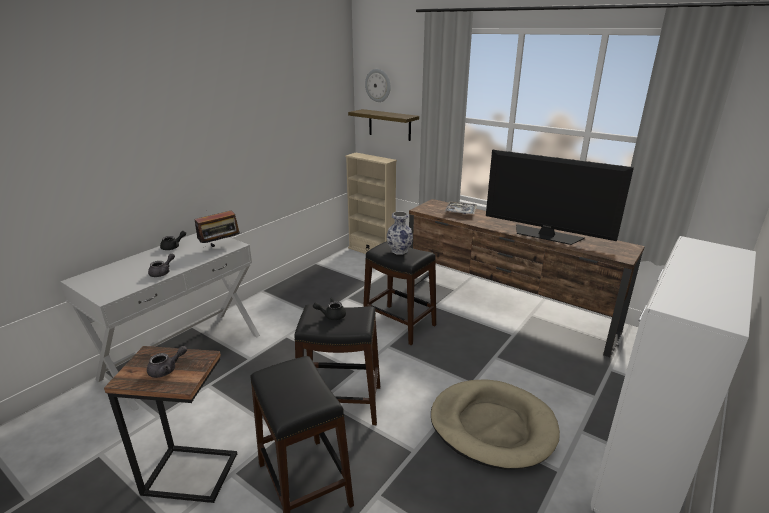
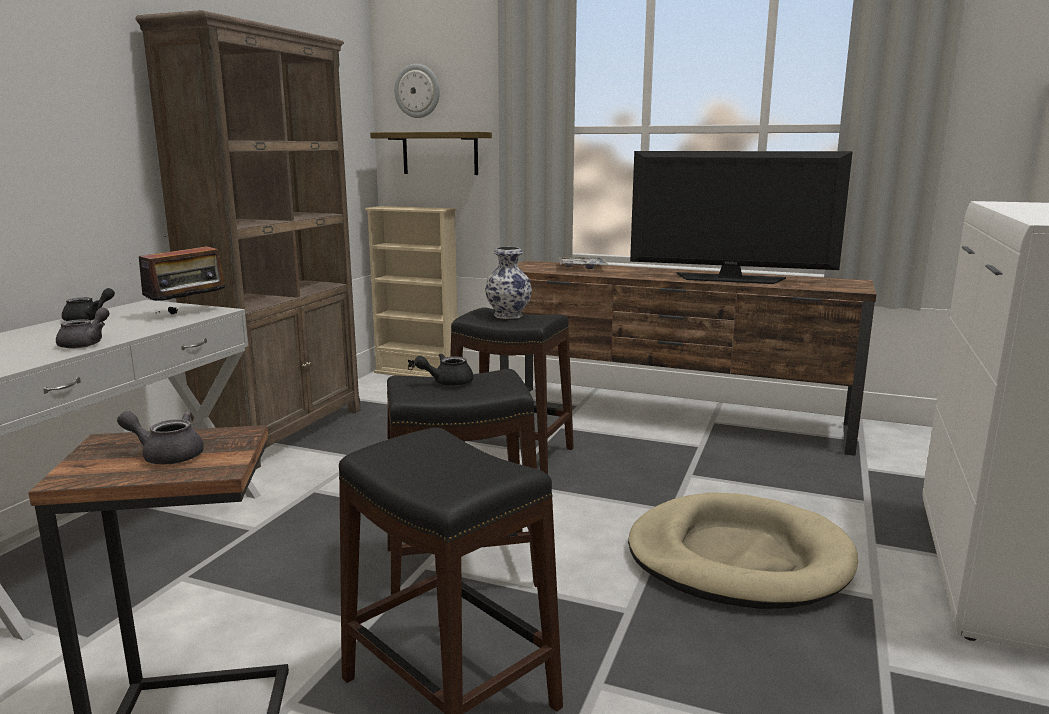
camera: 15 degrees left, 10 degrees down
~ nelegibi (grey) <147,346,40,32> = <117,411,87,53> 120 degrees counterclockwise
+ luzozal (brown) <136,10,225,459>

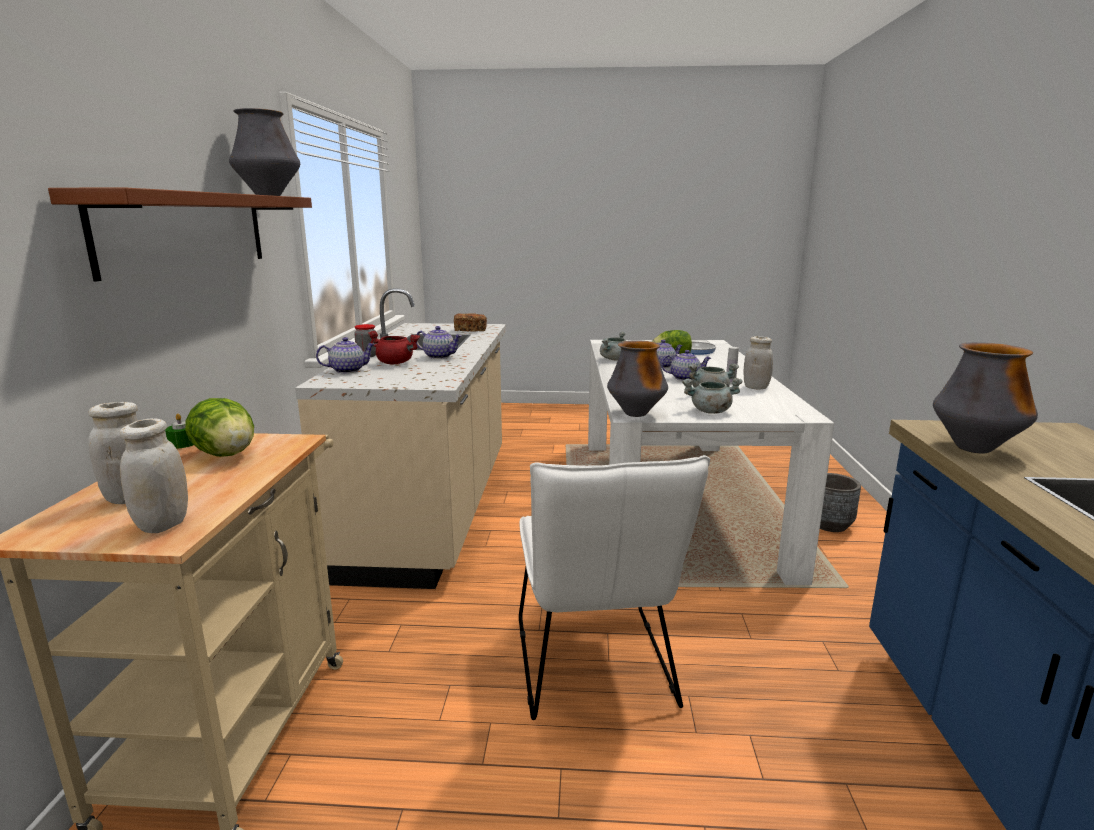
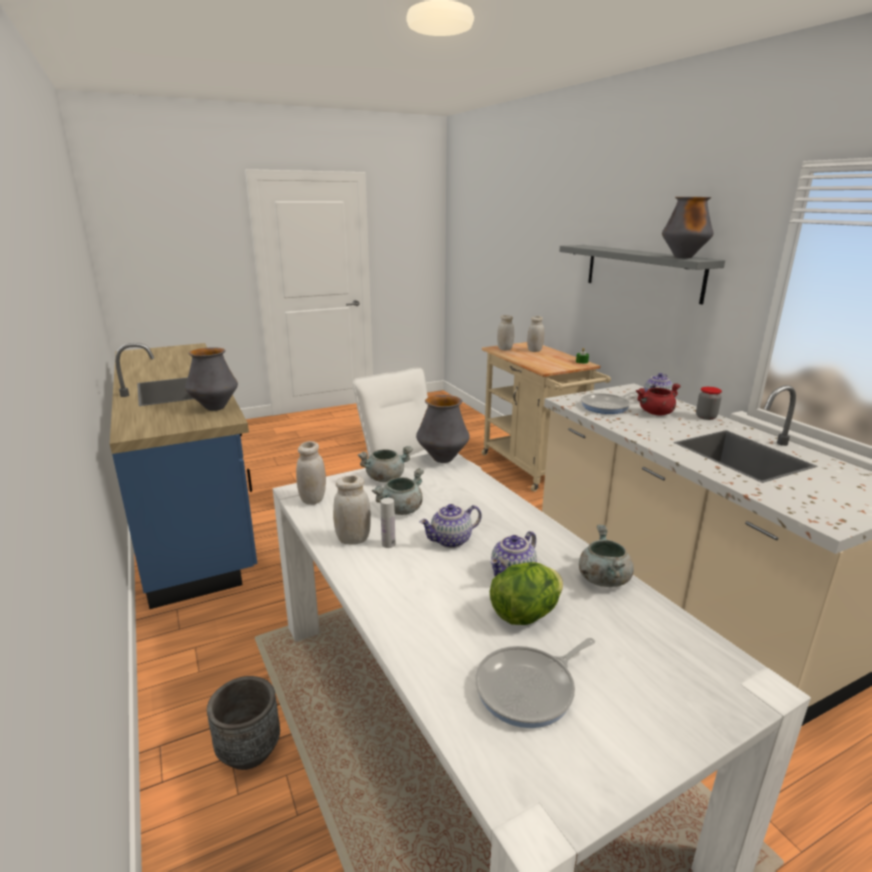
camera: 150 degrees right, 5 degrees up
~ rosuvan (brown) <48,188,264,94> to rosuvan (grey) <559,245,166,59>
- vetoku <185,398,69,59>
- nelegibi <416,326,46,33>
- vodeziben <454,313,33,19>
+ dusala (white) <296,441,30,64>
+ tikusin <581,391,56,23>

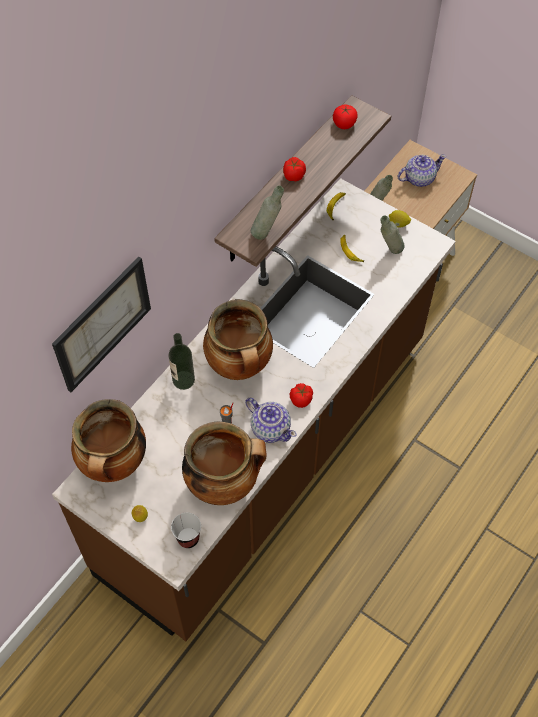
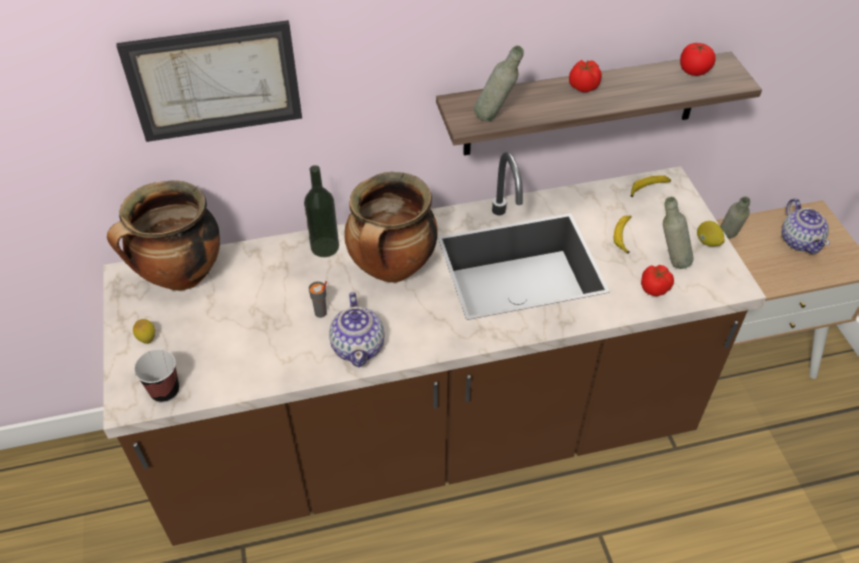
camera: 40 degrees right, 10 degrees down
- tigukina <182,422,85,83>
~ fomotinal <290,383,23,25> to <641,265,33,31>
~ nelegibi <397,155,49,32> = <782,198,48,56> 60 degrees clockwise

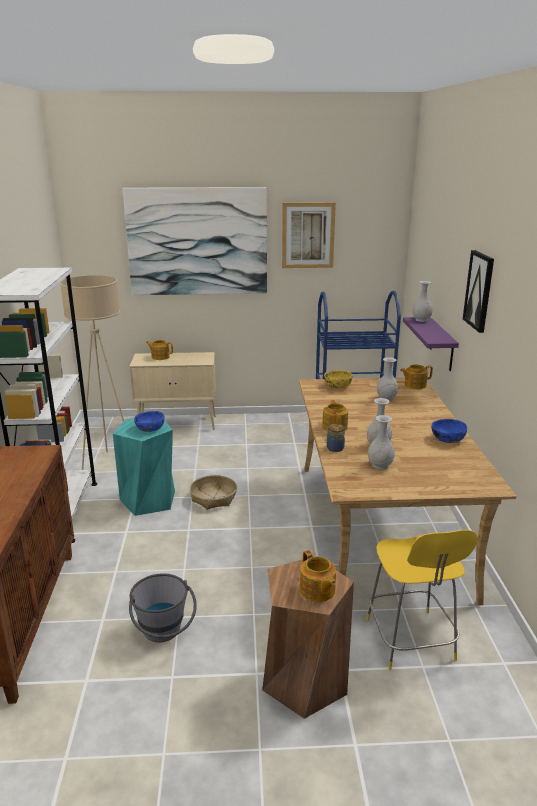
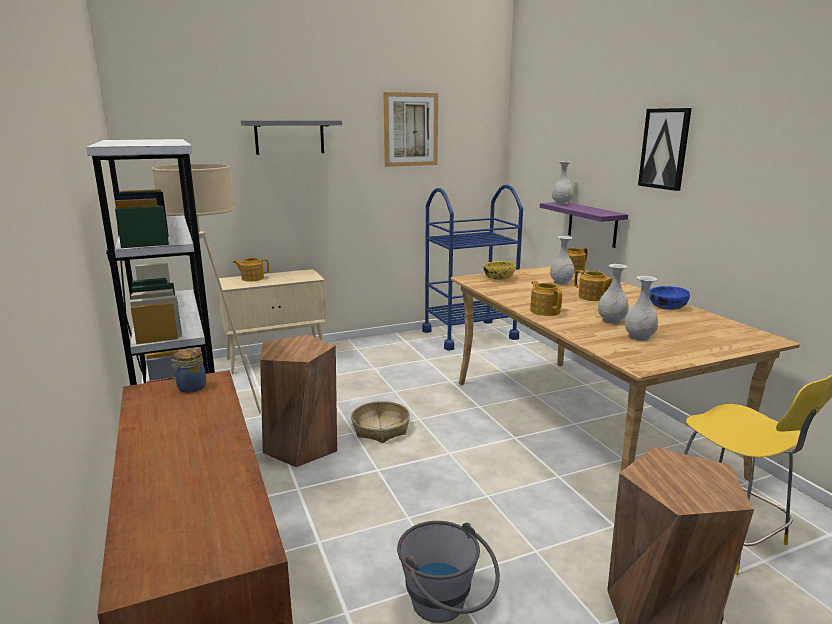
camera: 20 degrees left, 5 degrees down
~ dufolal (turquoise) <113,418,62,98> to dufolal (brown) <260,335,77,132>
~ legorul <123,187,144,108> to rosuvan (grey) <241,120,101,35>
- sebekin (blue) <134,411,31,21>
~ nelegibi <300,550,36,52> to <574,270,39,31>
~ dusala <325,424,20,28> to <171,348,35,45>

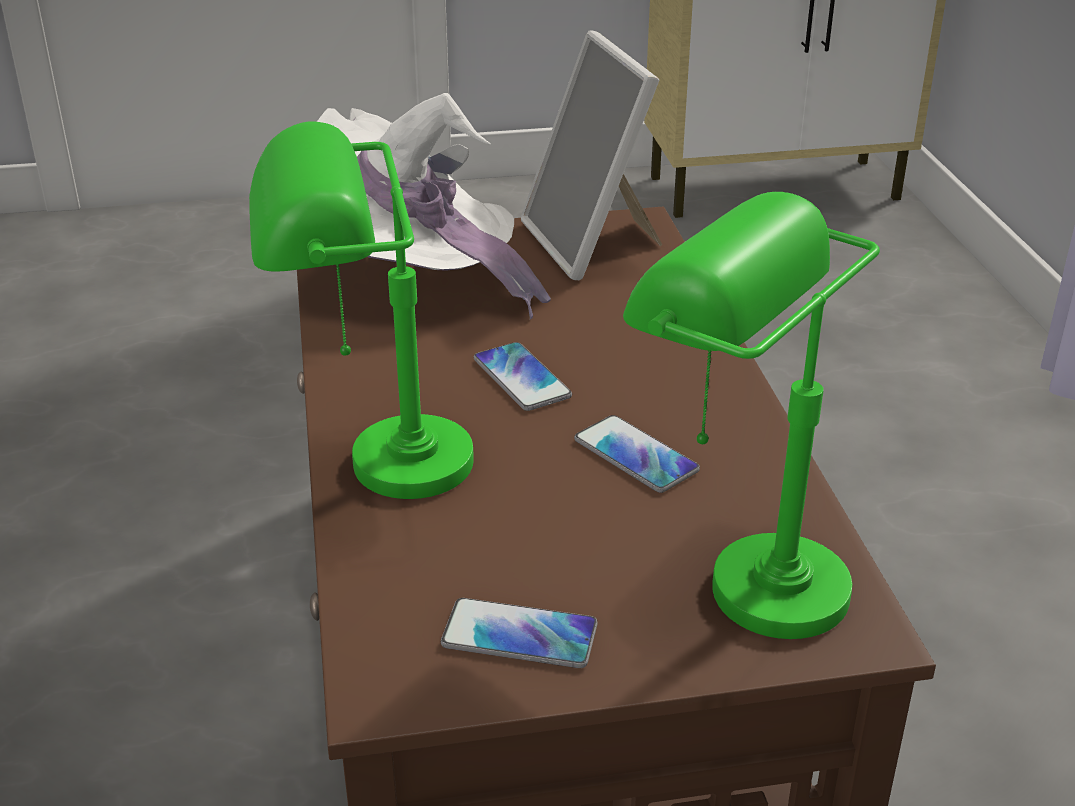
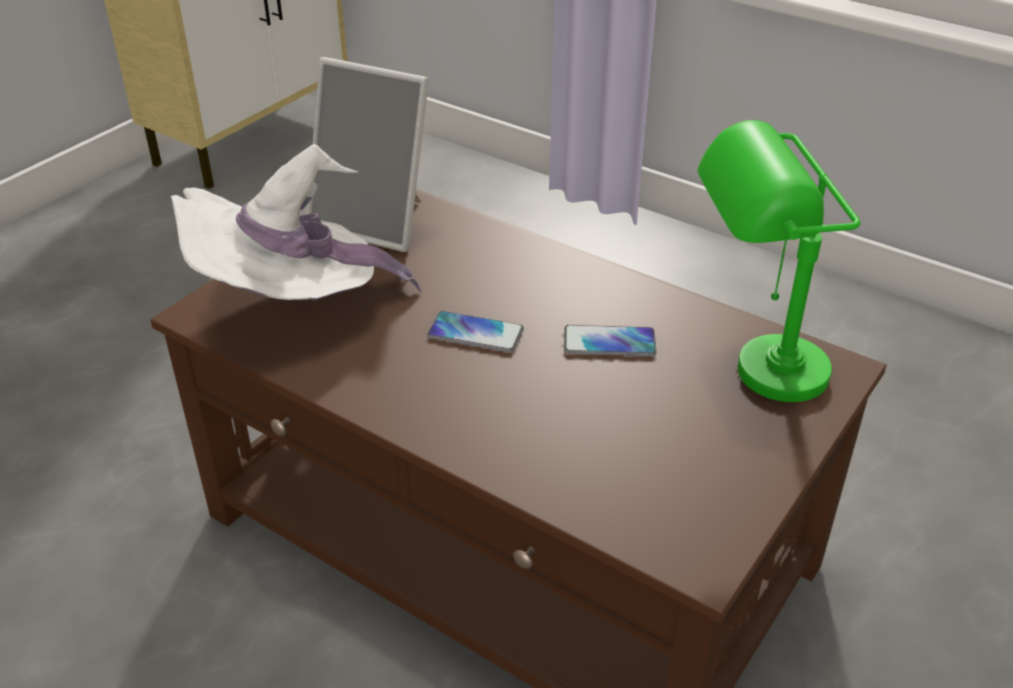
camera: 45 degrees left, 5 degrees up
- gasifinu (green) <249,122,225,377>
- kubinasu <441,598,157,70>

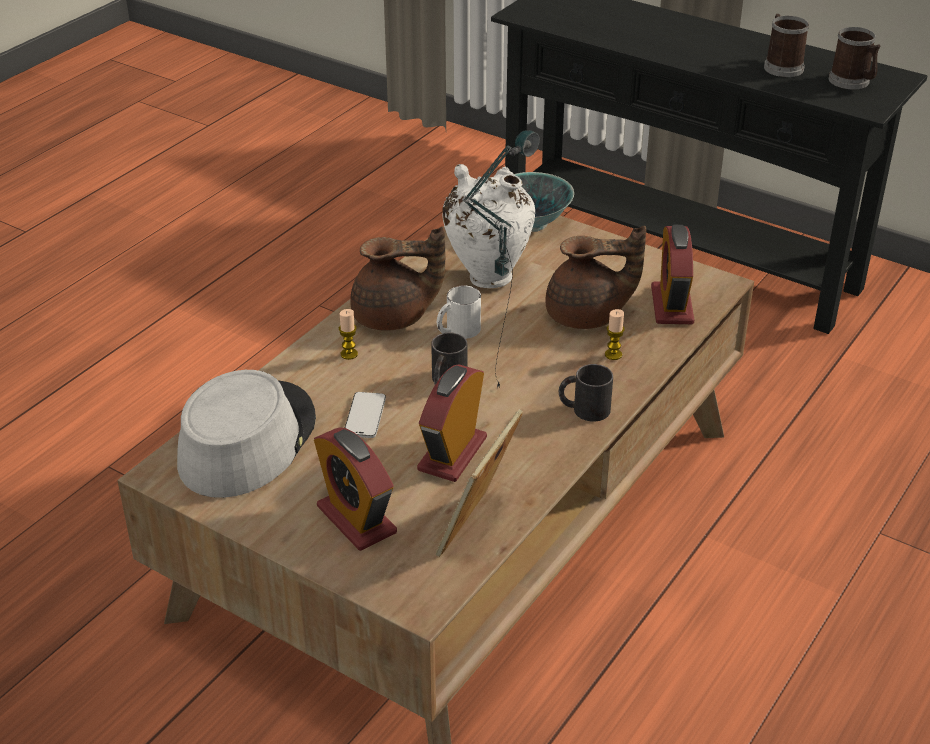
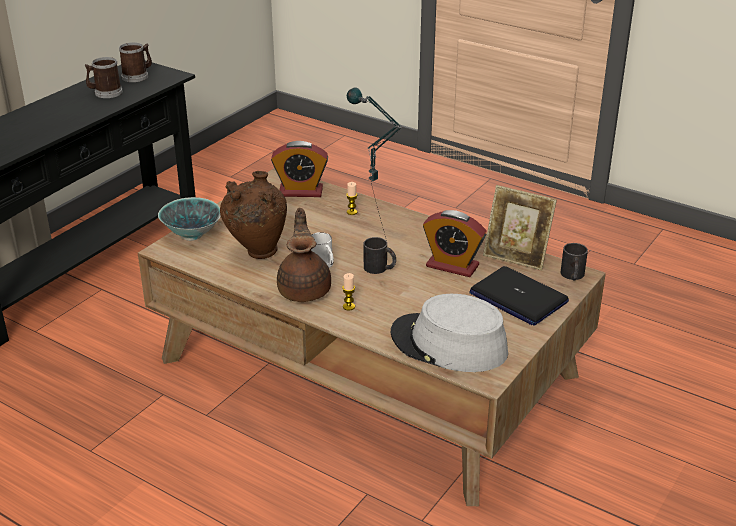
camera: 90 degrees left, 5 degrees down
~ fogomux <314,427,83,124> to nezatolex <469,266,100,60>
- kubinasu <345,392,41,46>
~ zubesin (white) <443,164,92,124> to zubesin (brown) <220,171,67,88>
- nelegibi (brown) <546,226,100,103>
~ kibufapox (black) <559,364,54,58> to <561,243,27,37>

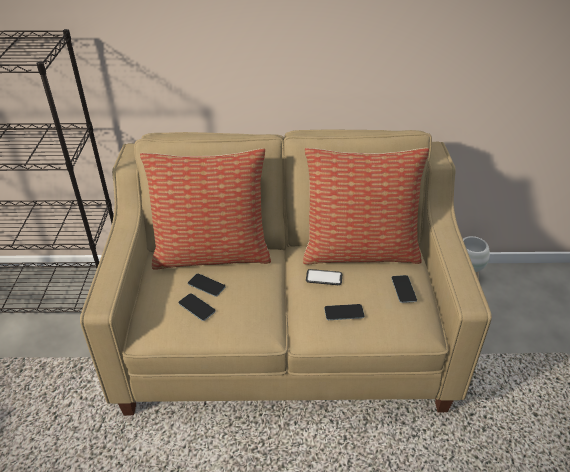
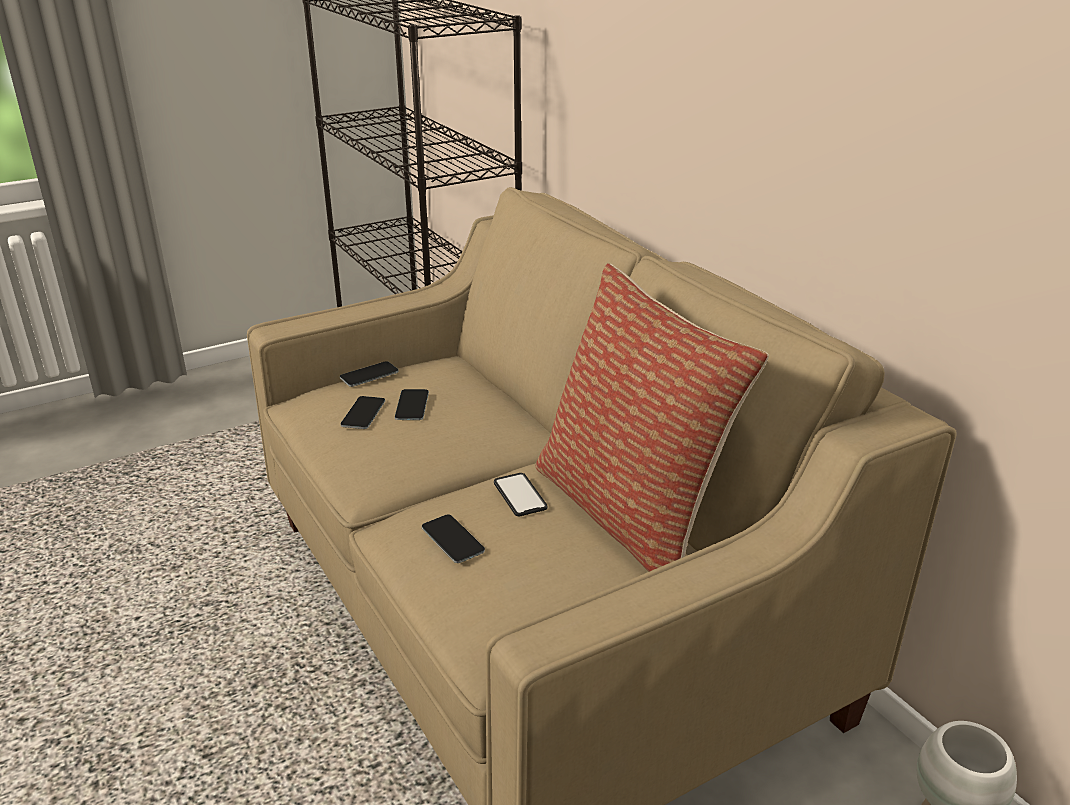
camera: 60 degrees right, 10 degrees down
- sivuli <140,148,131,122>
~ kubinasu <391,275,26,28> to <340,361,59,26>

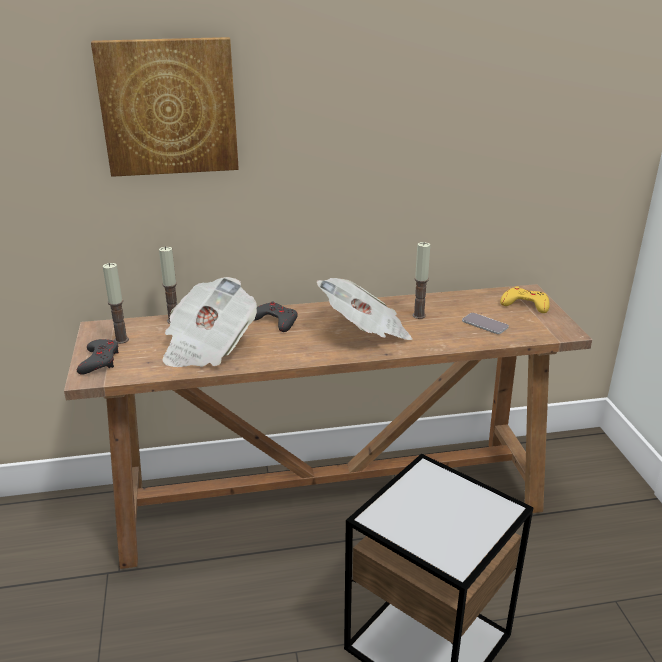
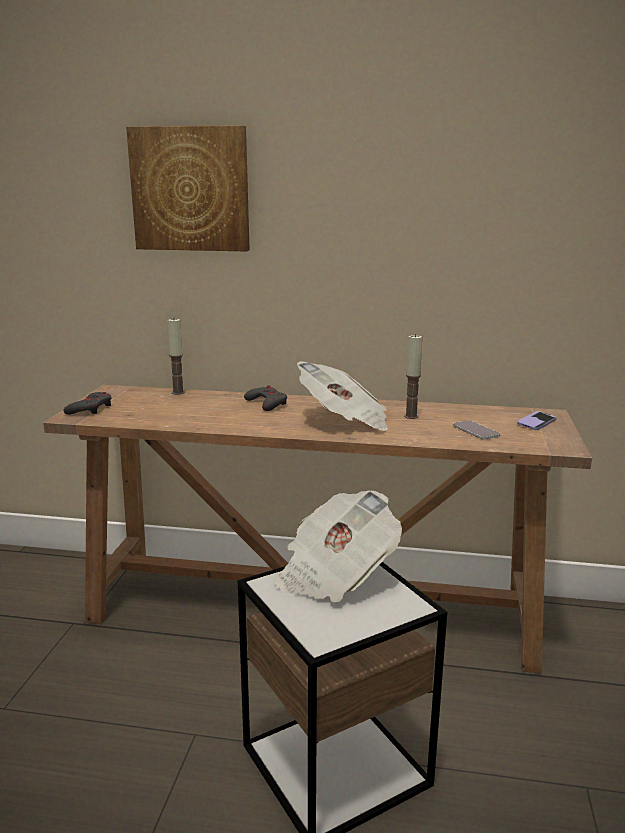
camera: 20 degrees right, 10 degrees down
- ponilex <103,263,26,81>
~ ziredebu <162,277,95,90> to <275,491,127,111>
~ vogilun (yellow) <500,286,50,27> to kubinasu <517,411,40,19>

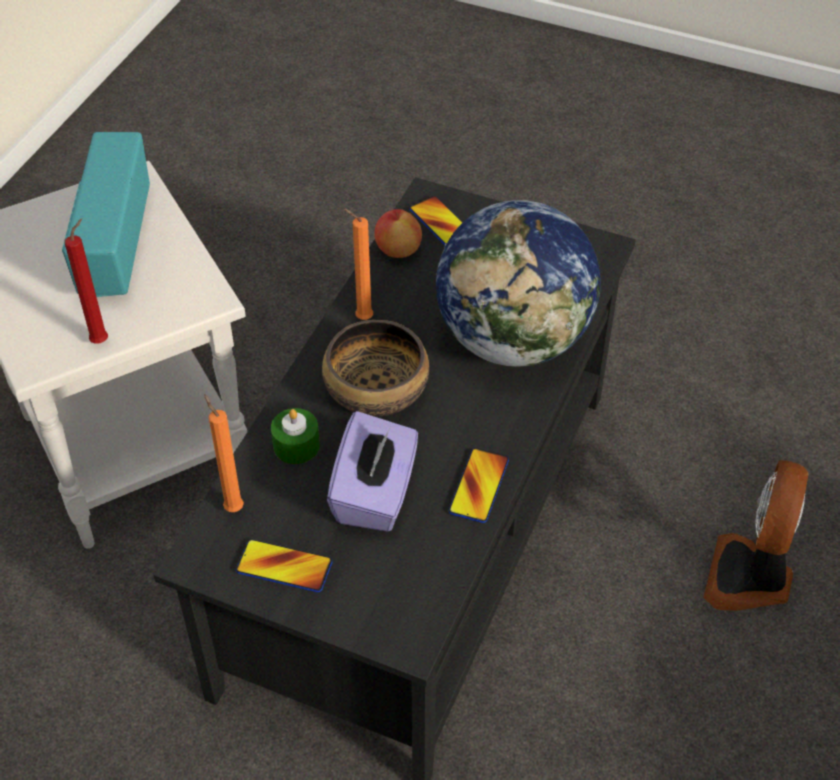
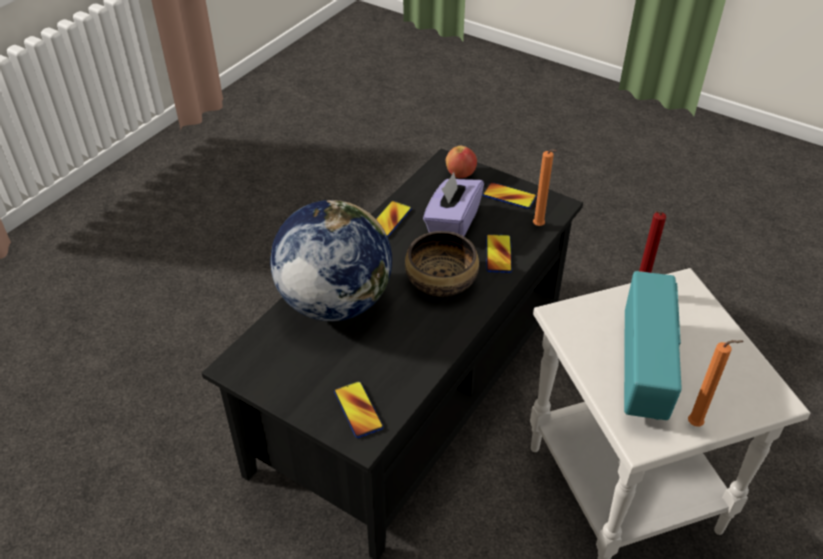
camera: 170 degrees left, 5 degrees down
~ ponilex (green) <271,408,49,56> to kubinasu <486,234,26,39>
~ ponilex (orange) <344,208,29,112> to <688,340,56,87>
~ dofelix <374,209,48,49> to <446,146,31,32>
- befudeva <703,460,105,151>

